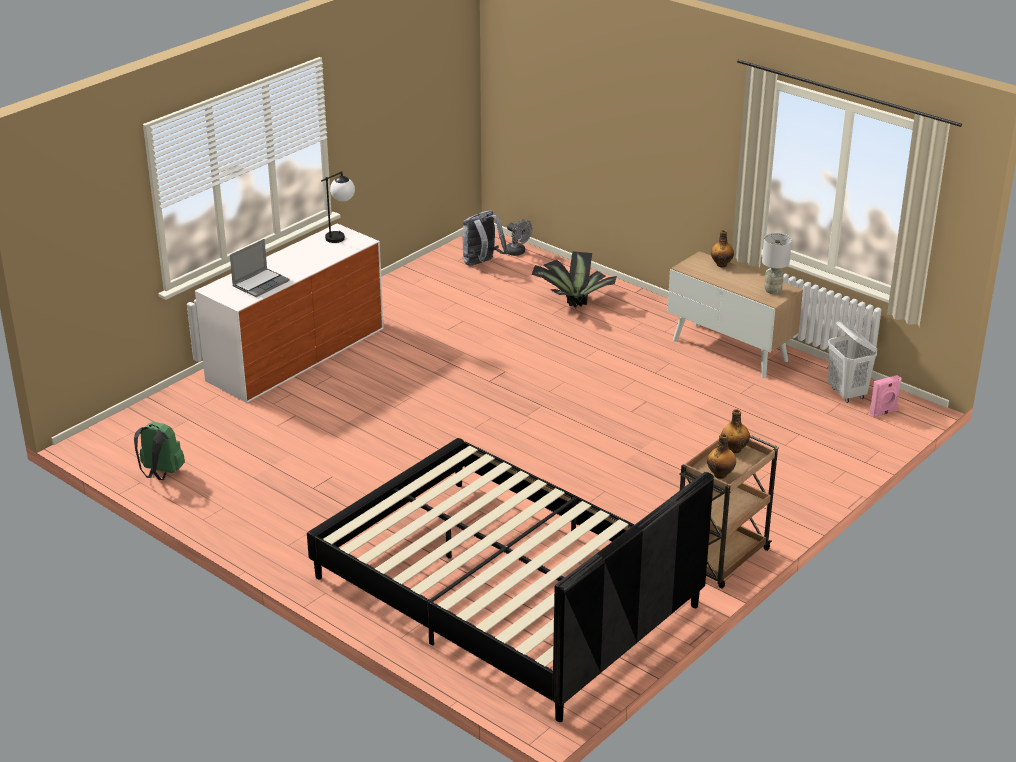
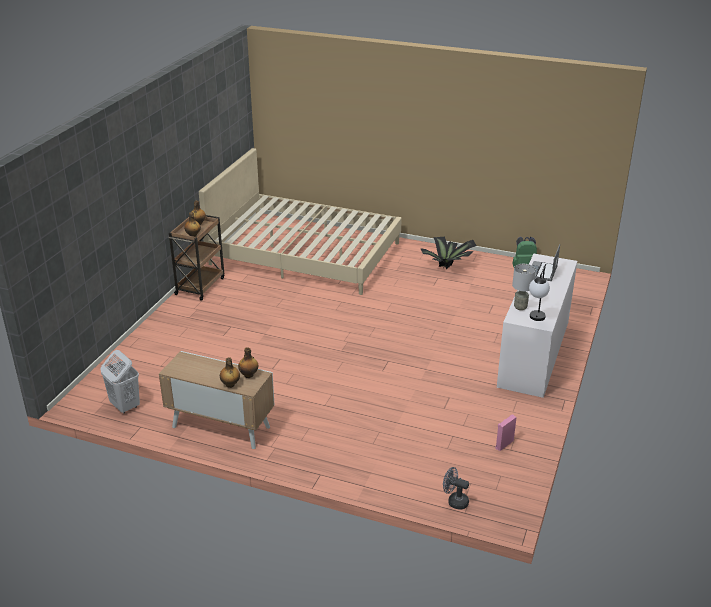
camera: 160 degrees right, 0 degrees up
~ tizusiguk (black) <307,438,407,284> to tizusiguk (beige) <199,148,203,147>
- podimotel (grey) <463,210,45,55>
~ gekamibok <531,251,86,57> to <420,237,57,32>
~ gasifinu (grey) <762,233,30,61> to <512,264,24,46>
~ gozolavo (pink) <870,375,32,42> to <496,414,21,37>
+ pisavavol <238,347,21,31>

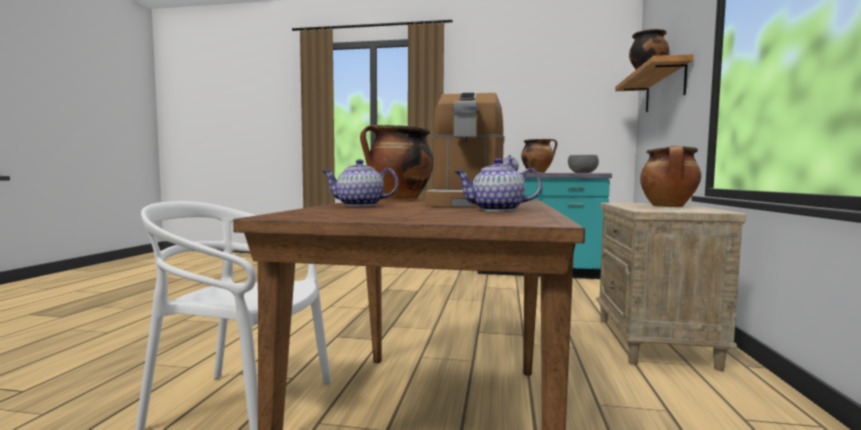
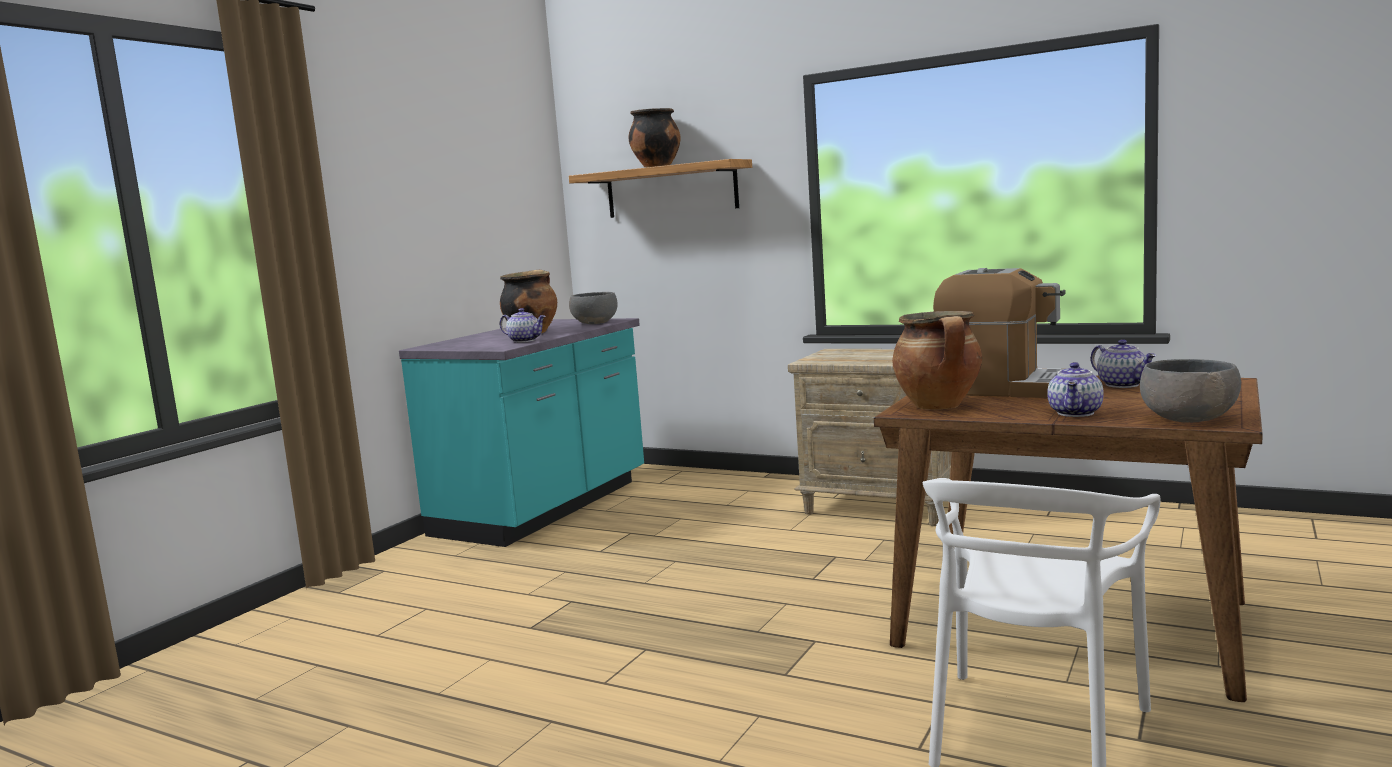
camera: 70 degrees left, 5 degrees up
~ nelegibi <455,158,87,53> = <1091,339,65,49> 45 degrees counterclockwise
- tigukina <640,146,61,61>
+ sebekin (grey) <1140,359,101,64>

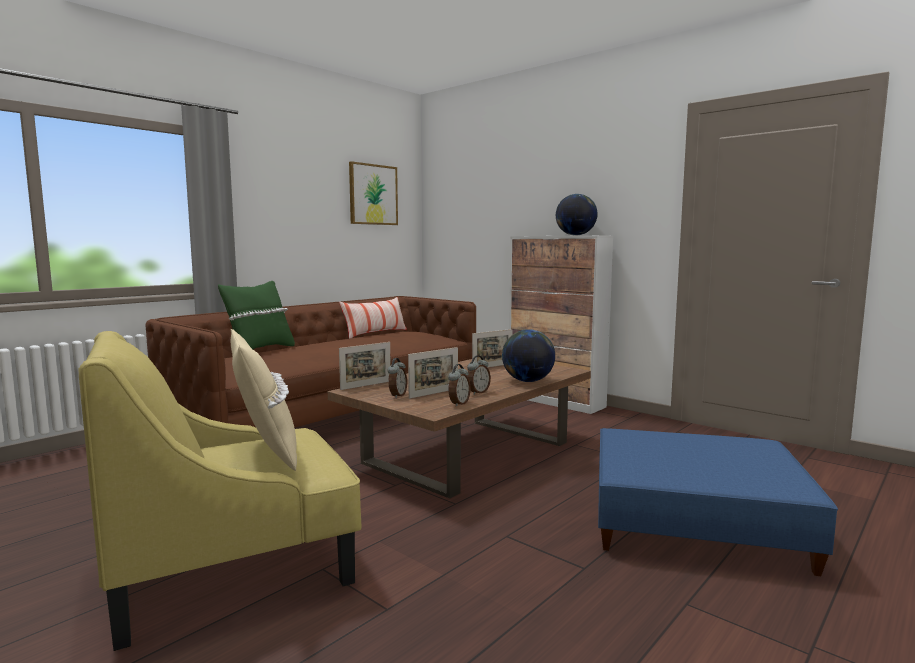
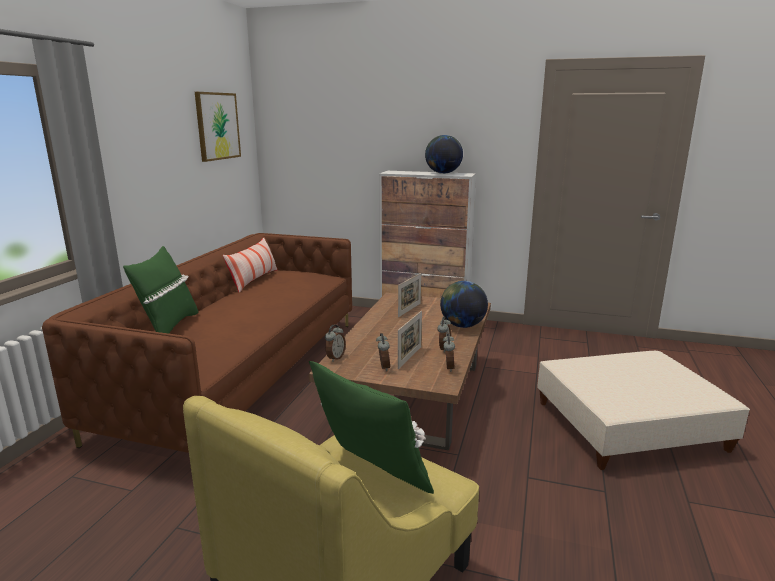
camera: 25 degrees left, 10 degrees up
~ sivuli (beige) <230,329,67,142> to sivuli (green) <309,361,125,133>
~ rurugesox <339,342,52,48> to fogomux <325,325,21,37>
~ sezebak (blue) <598,428,240,148> to sezebak (beige) <537,351,213,119>

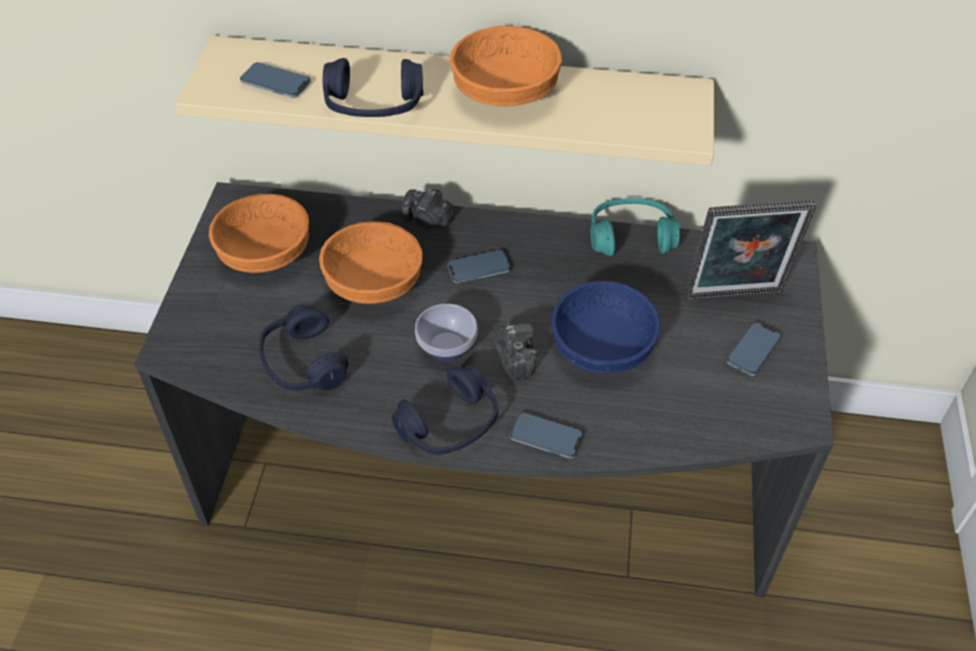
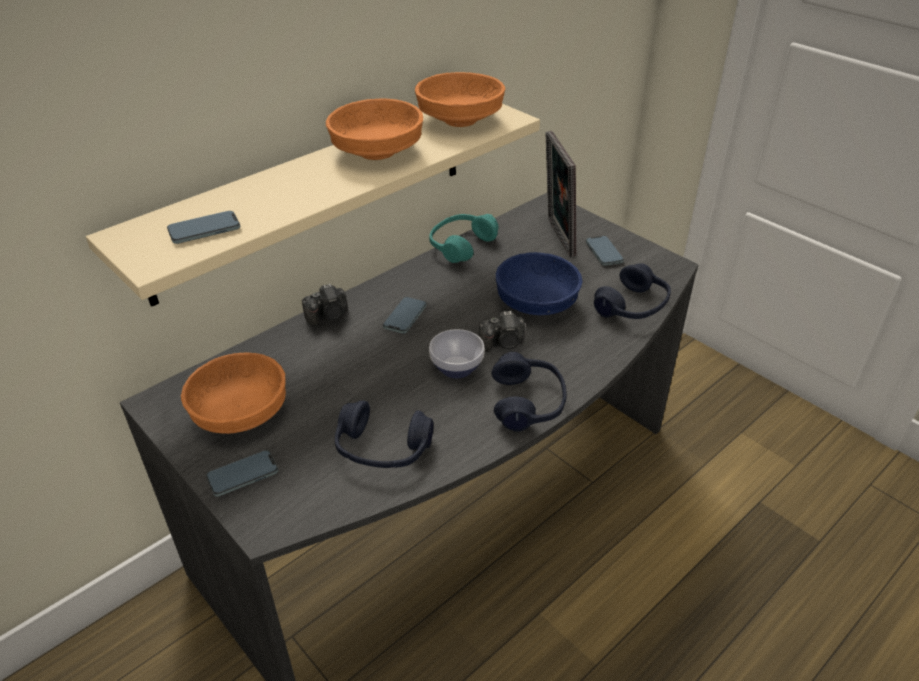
camera: 50 degrees left, 10 degrees down
~ sebekin (orange) <319,221,104,83> to <415,72,90,55>
~ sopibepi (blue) <323,58,100,59> to <594,263,77,56>
~ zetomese <494,323,44,57> = <479,311,46,41> 150 degrees clockwise
~ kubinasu <510,413,73,46> to <206,450,72,47>
~ rurugesox <685,200,131,100> = <545,131,31,126> 135 degrees clockwise

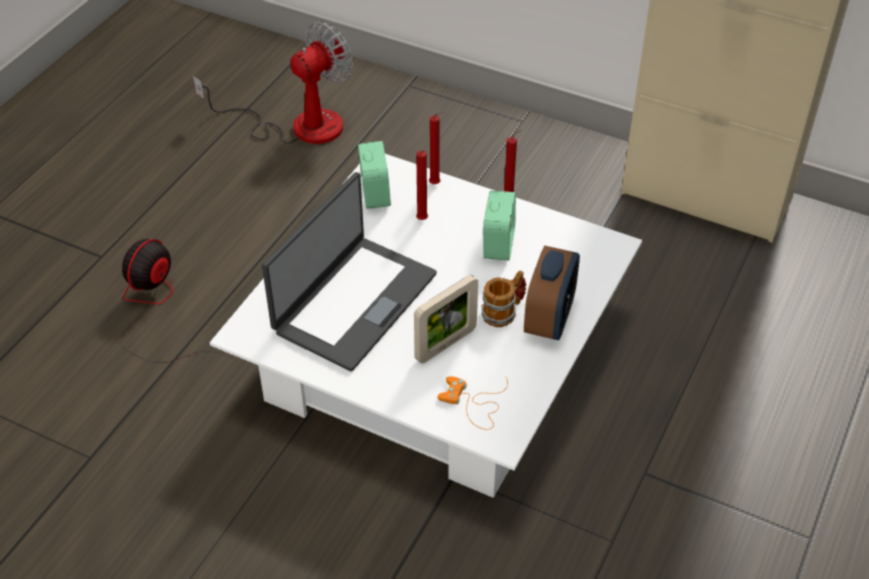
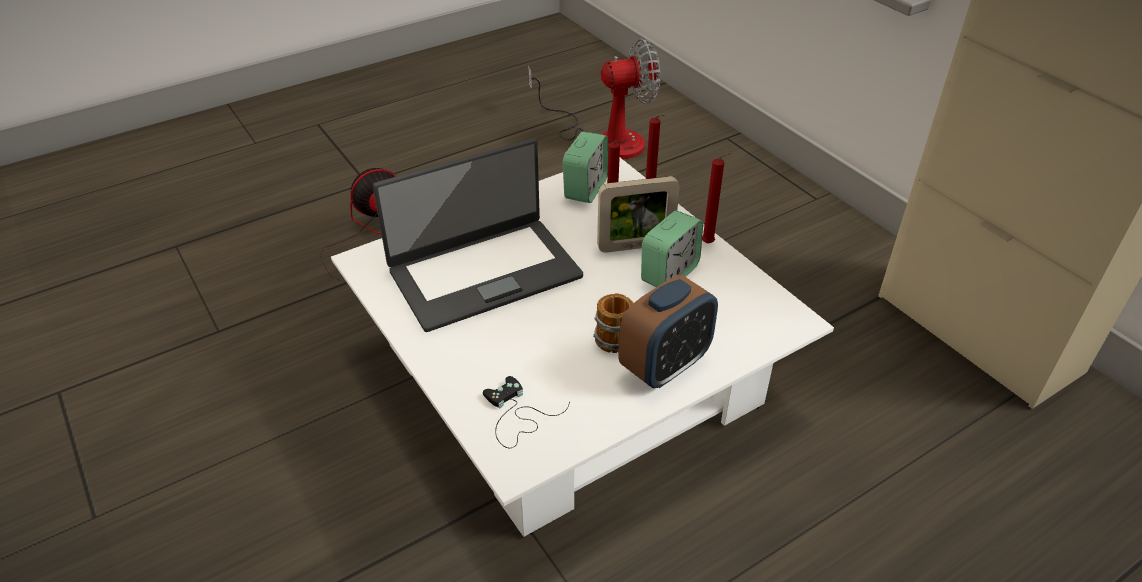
camera: 30 degrees right, 5 degrees down
~ rurugesox <414,275,64,89> to <597,176,83,77>
~ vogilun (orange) <438,376,70,54> to vogilun (black) <483,376,87,72>

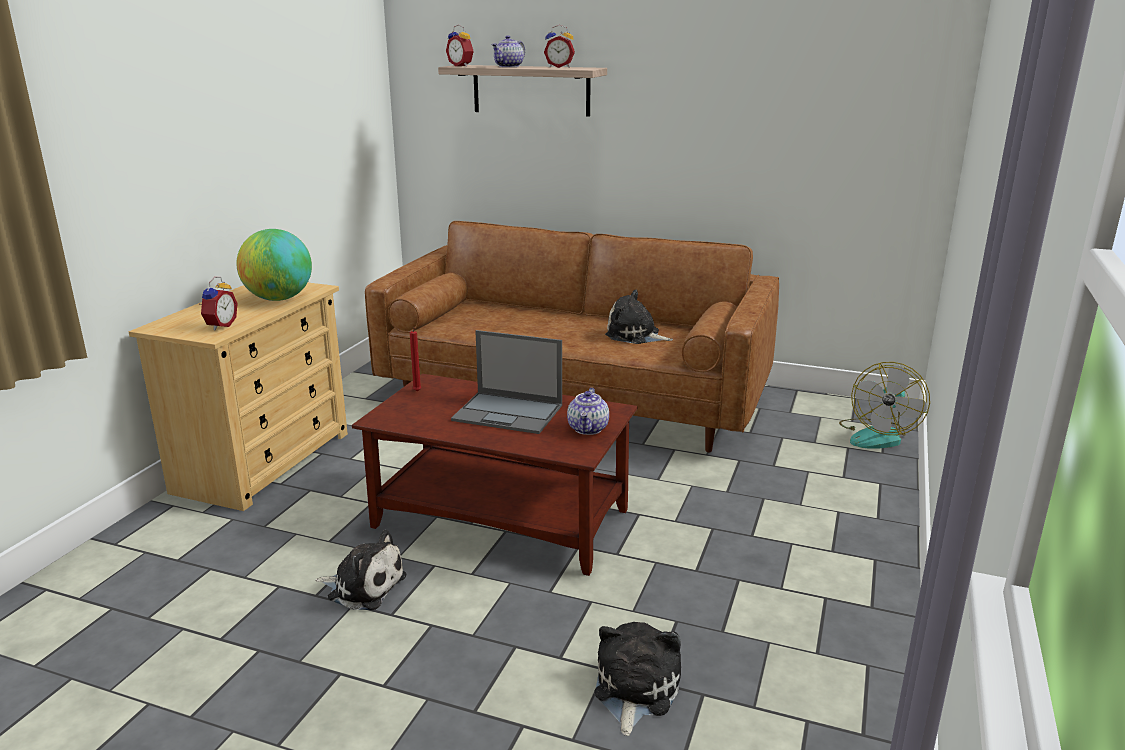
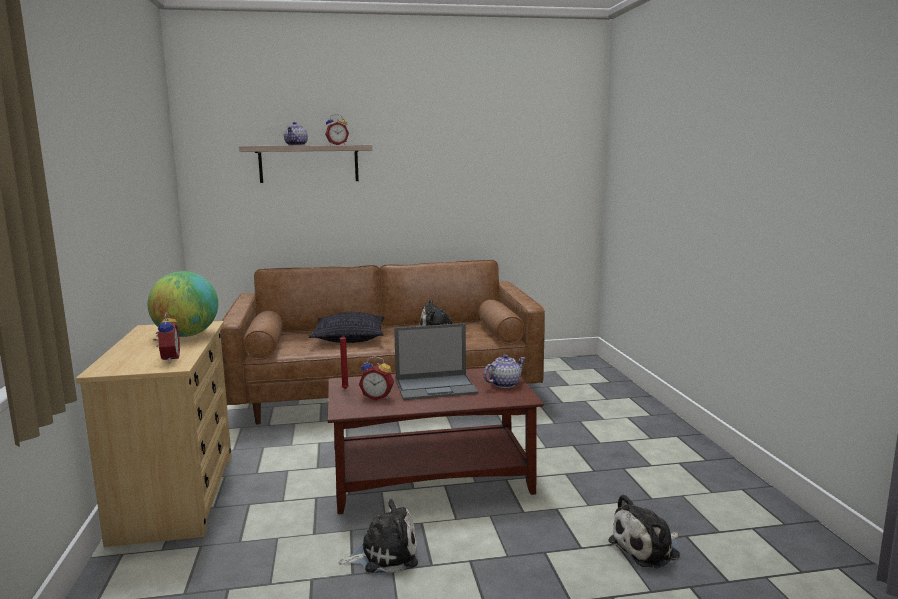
camera: 30 degrees left, 10 degrees down
~ fogomux <446,25,28,42> to <359,356,35,44>
~ nelegibi <567,388,42,47> = <484,354,42,34> 105 degrees counterclockwise
~ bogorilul <594,622,87,114> = <608,494,72,75> 105 degrees counterclockwise
- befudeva <839,362,91,87>
+ sivuli <309,312,76,31>

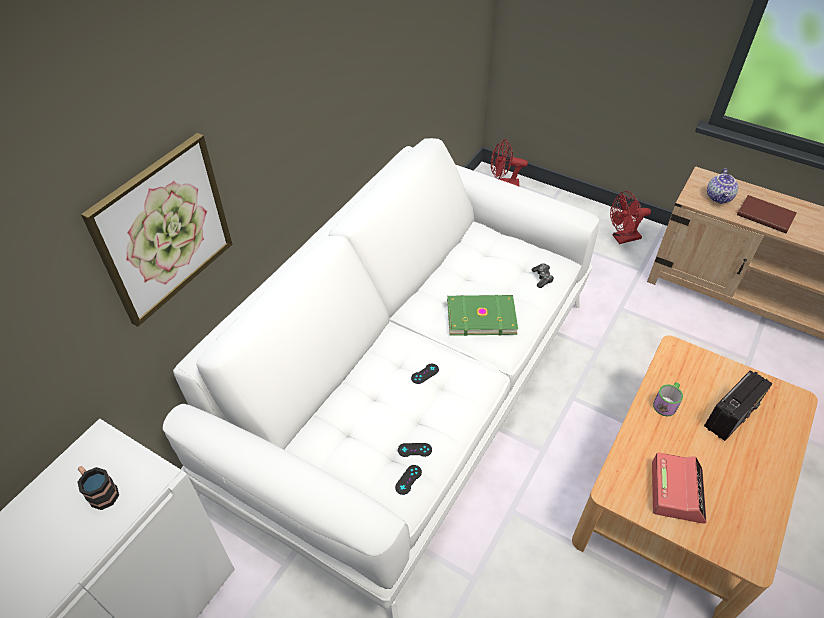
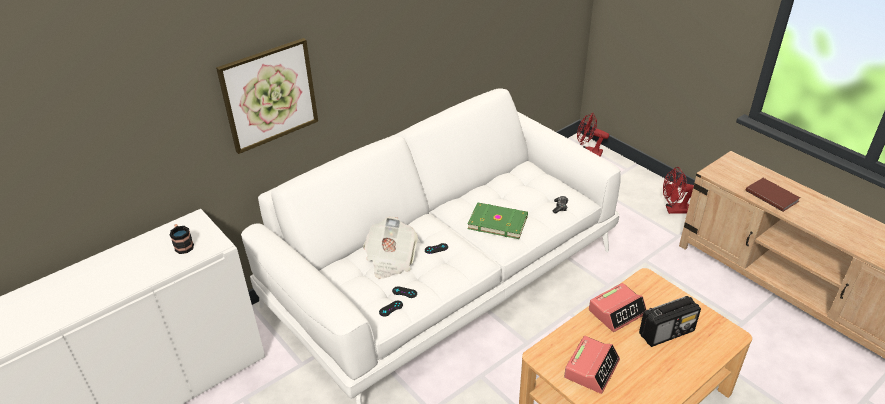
camera: 20 degrees right, 10 degrees down
~ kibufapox <653,382,30,34> to fogomux <589,283,58,49>
- nelegibi <707,168,31,36>
+ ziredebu <363,217,55,62>

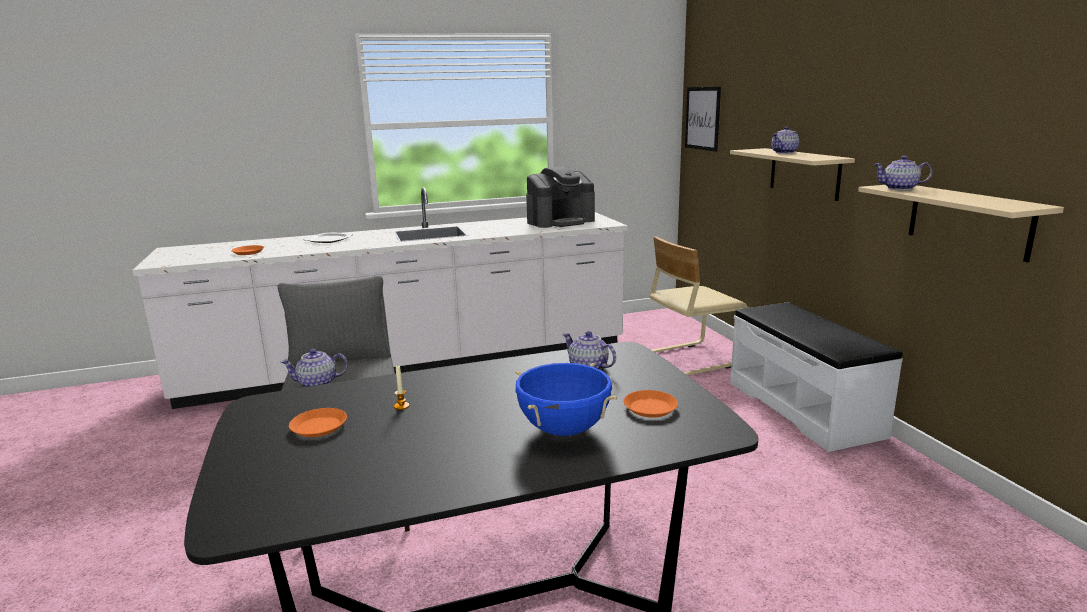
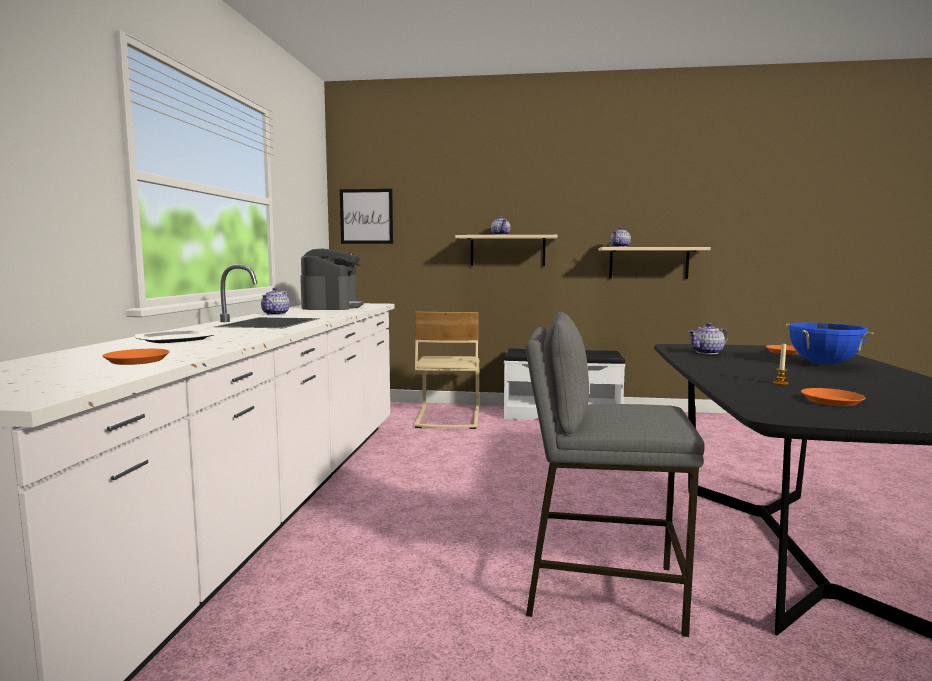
camera: 65 degrees left, 10 degrees down
~ nelegibi <281,349,67,38> to <261,288,29,27>

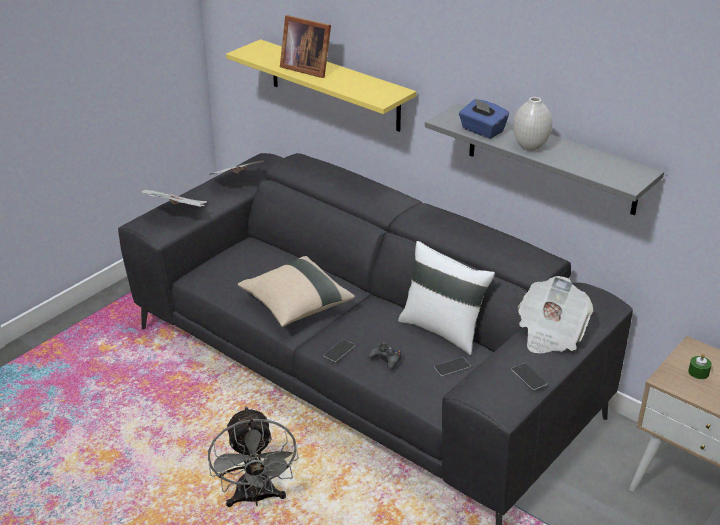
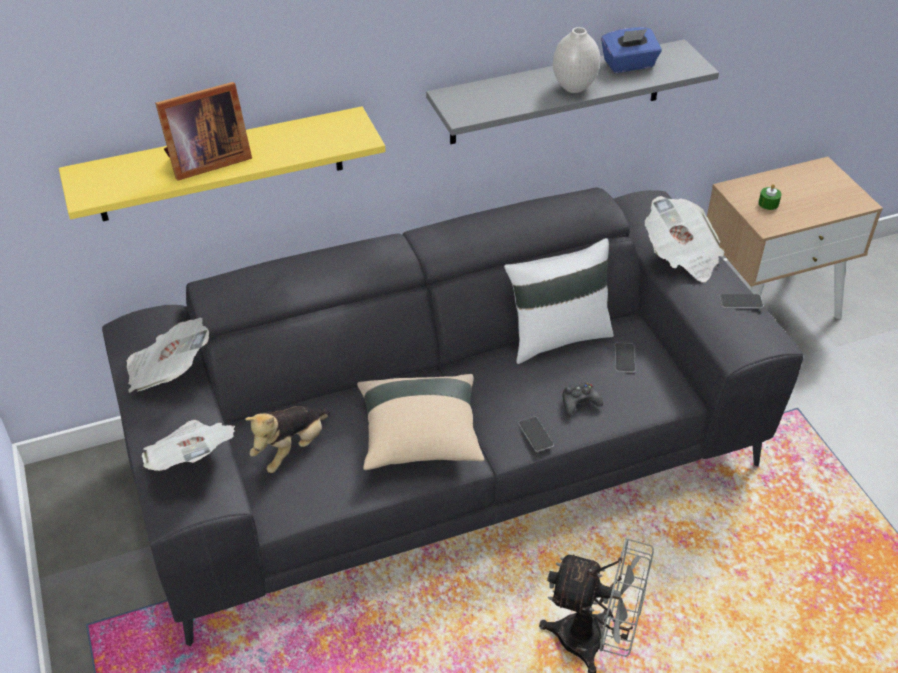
camera: 60 degrees left, 10 degrees up
~ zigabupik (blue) <459,98,50,41> to <601,27,61,46>
+ bogorilul <245,406,85,67>

